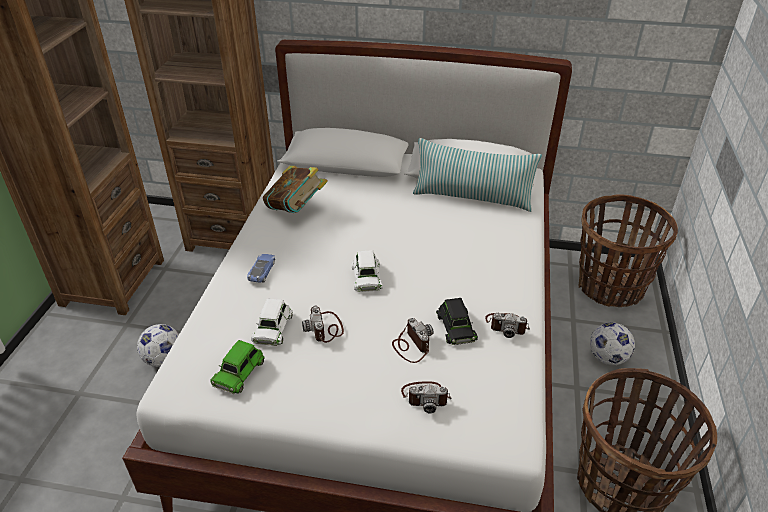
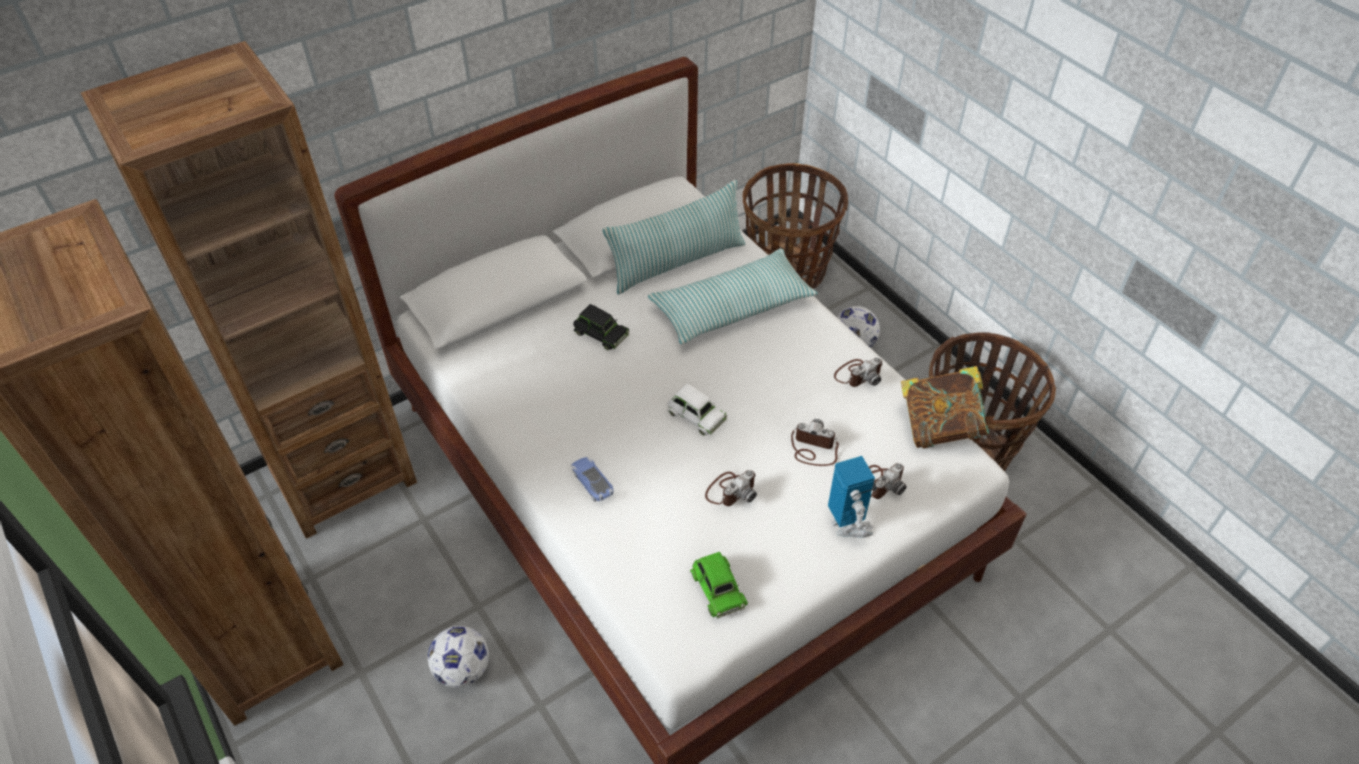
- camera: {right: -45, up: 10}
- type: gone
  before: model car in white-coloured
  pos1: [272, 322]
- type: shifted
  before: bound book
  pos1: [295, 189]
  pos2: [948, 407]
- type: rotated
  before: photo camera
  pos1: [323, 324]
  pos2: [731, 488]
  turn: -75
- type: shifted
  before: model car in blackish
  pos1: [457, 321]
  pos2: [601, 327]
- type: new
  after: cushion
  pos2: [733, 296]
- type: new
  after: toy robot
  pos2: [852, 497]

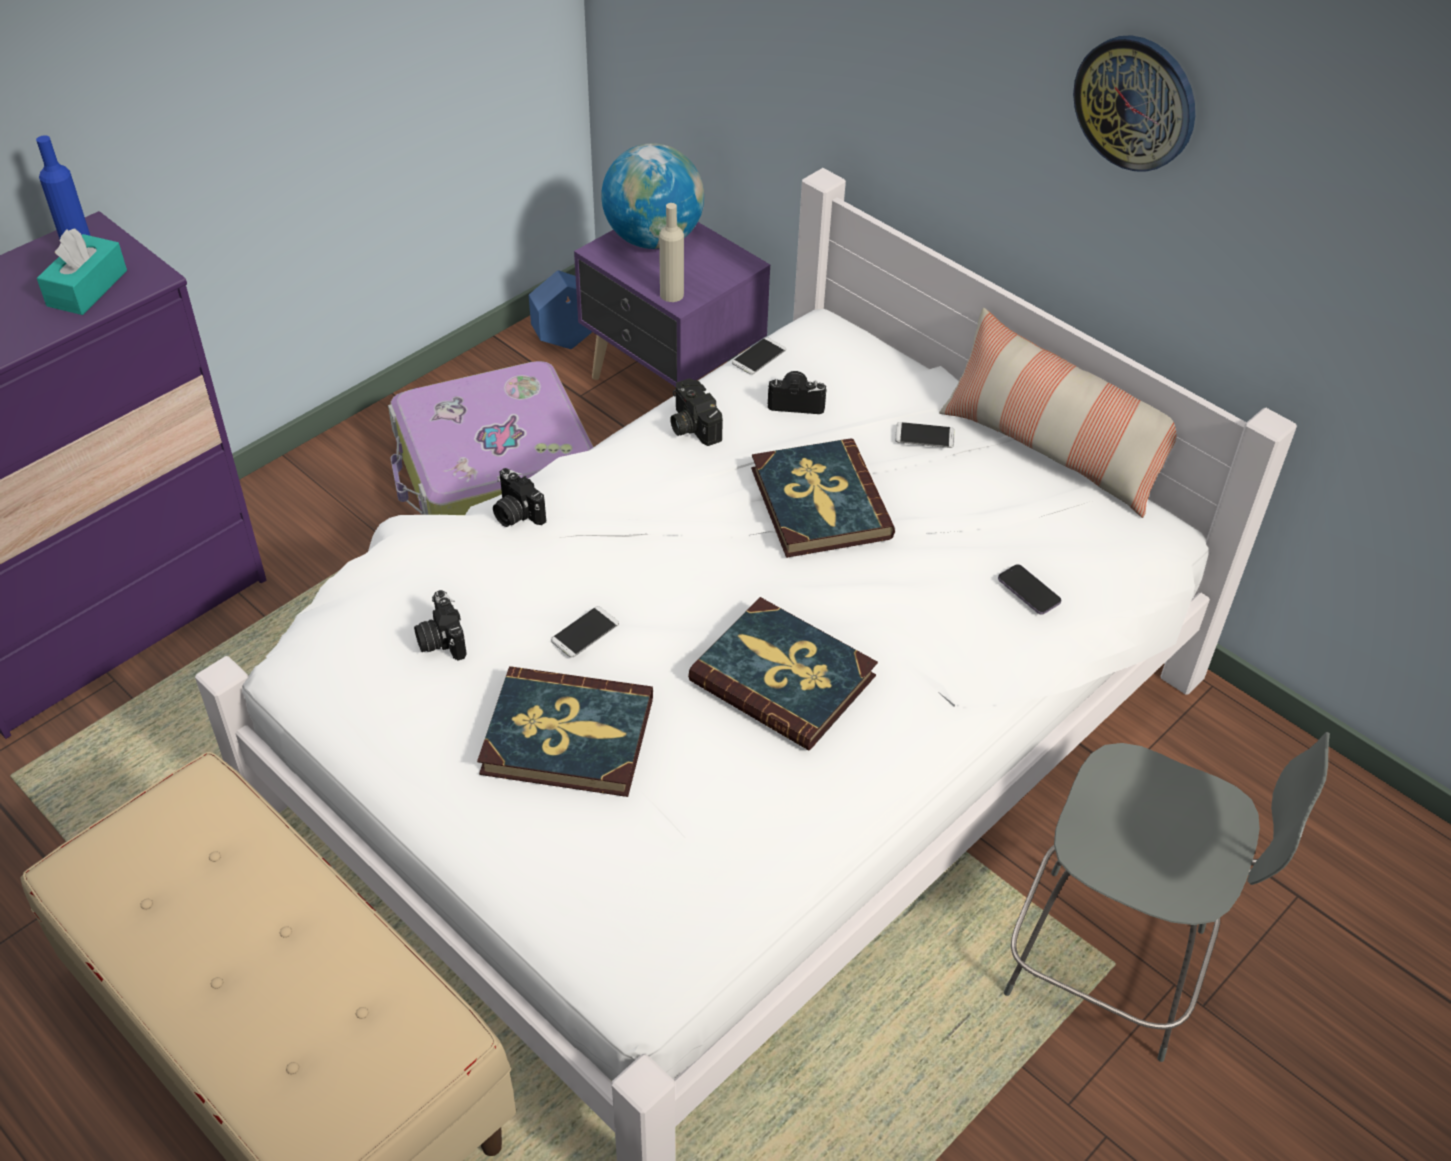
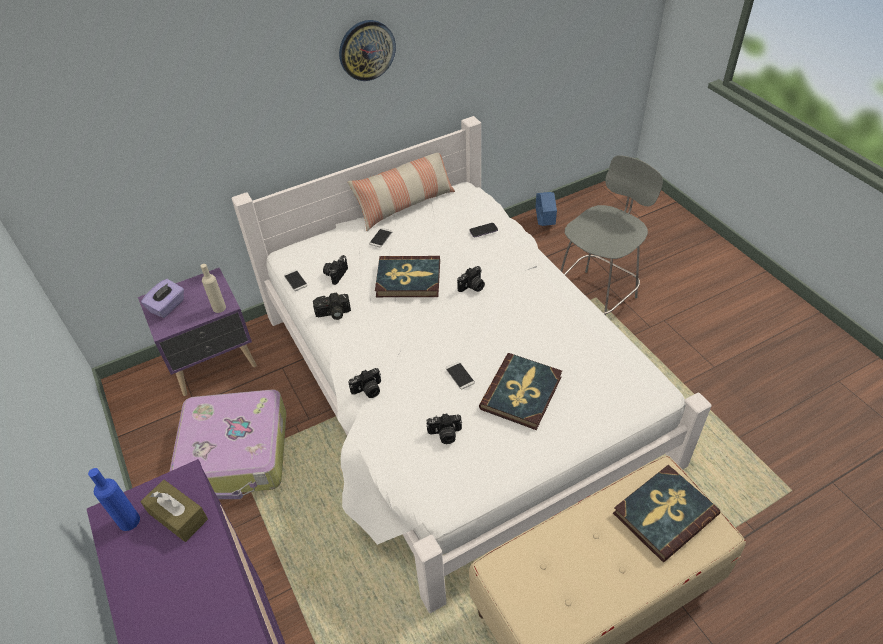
- camera: {right: -70, up: 0}
- type: repainted
  before: box of tissues in turquoise
  after: box of tissues in brown-coloured
  pos1: [82, 271]
  pos2: [174, 511]
- type: shifted
  before: plant pot in blue-coloured
  pos1: [560, 309]
  pos2: [546, 209]
- type: swapped
  before: globe
  after: box of tissues in purple
  pos1: [652, 196]
  pos2: [162, 298]
- type: shifted
  before: bound book
  pos1: [783, 674]
  pos2: [666, 513]
- type: new
  after: photo camera
  pos2: [471, 279]

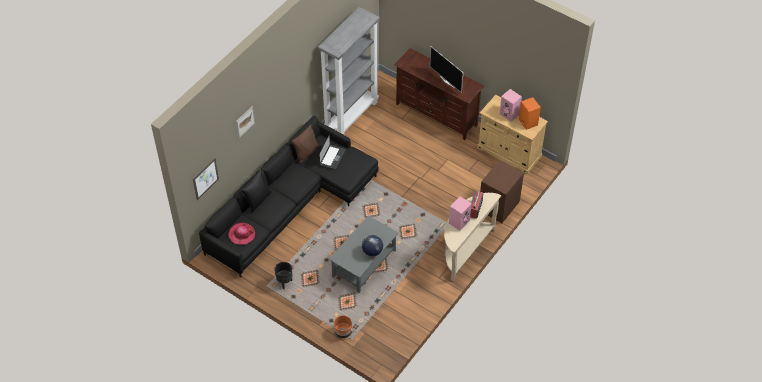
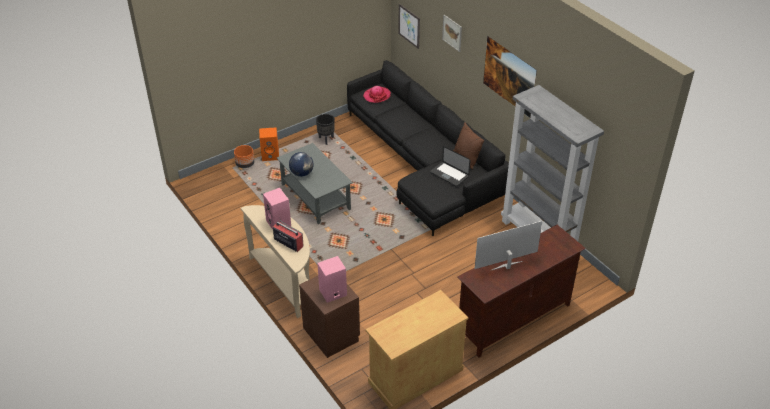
- camera: {right: 110, up: -10}
- type: gone
  before: cushion in blackish
  pos1: [256, 191]
- type: shifted
  before: speaker in pink-coloured
  pos1: [510, 105]
  pos2: [332, 279]
- type: shifted
  before: speaker in orange-coloured
  pos1: [530, 113]
  pos2: [269, 144]
- type: new
  after: wall art
  pos2: [510, 77]

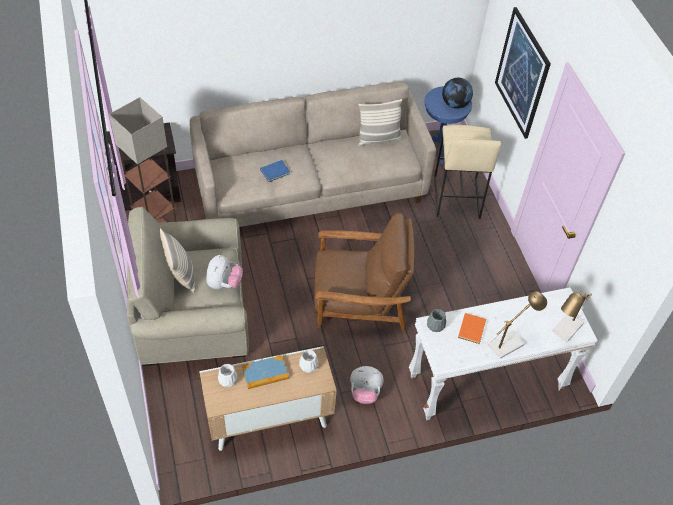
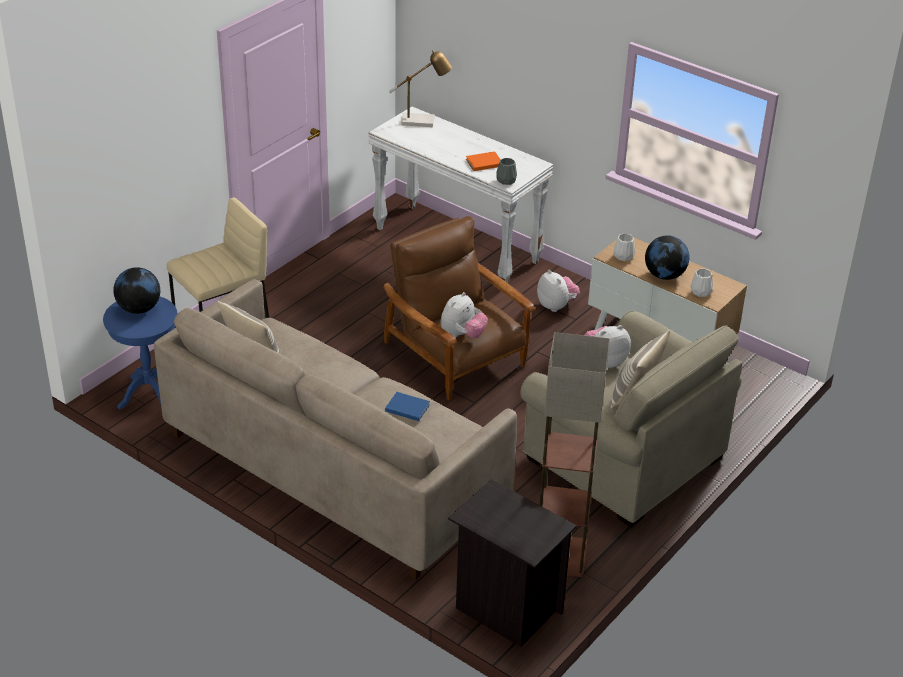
- camera: {right: -125, up: -15}
- type: swapped
  before: bound book
  after: globe
  pos1: [265, 372]
  pos2: [667, 257]
- type: gone
  before: tabletop lamp
  pos1: [518, 325]
- type: gone
  before: wall art
  pos1: [523, 73]
- type: new
  after: soft toy
  pos2: [464, 315]

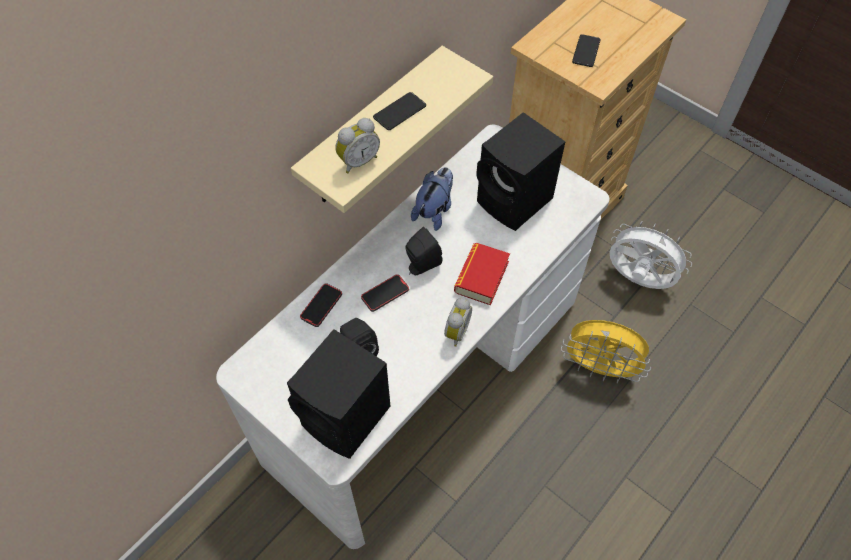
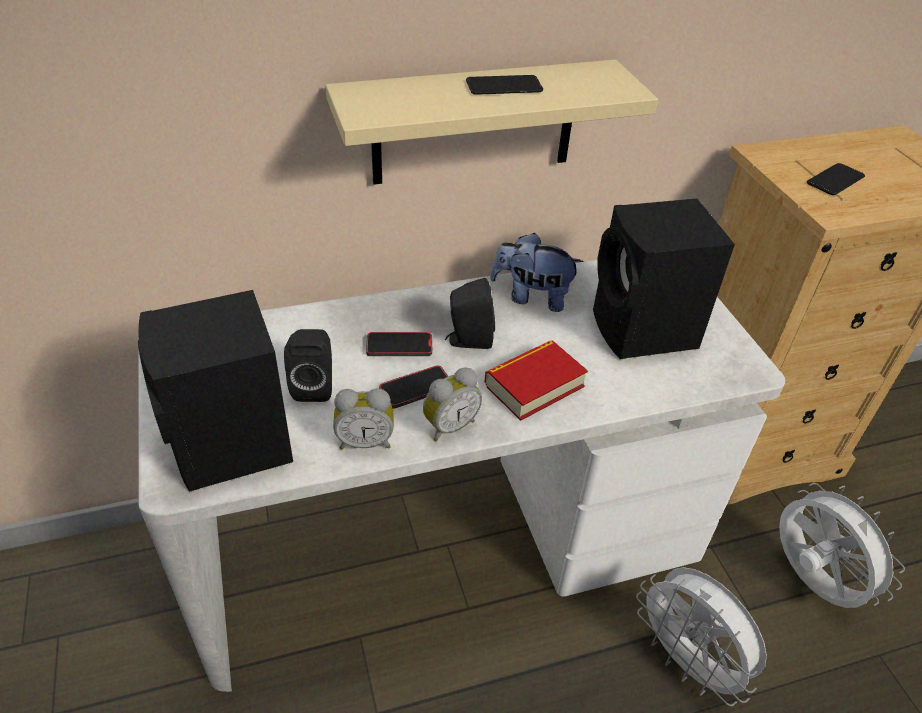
- camera: {right: 30, up: -15}
- type: shifted
  before: handset
  pos1: [321, 305]
  pos2: [413, 387]
- type: shifted
  before: bedside clock
  pos1: [357, 146]
  pos2: [363, 419]
- type: rotated
  before: soft toy
  pos1: [432, 199]
  pos2: [536, 272]
  turn: -135
- type: repainted
  before: electric fan in yellow
  after: electric fan in white-coloured
  pos1: [606, 352]
  pos2: [701, 636]

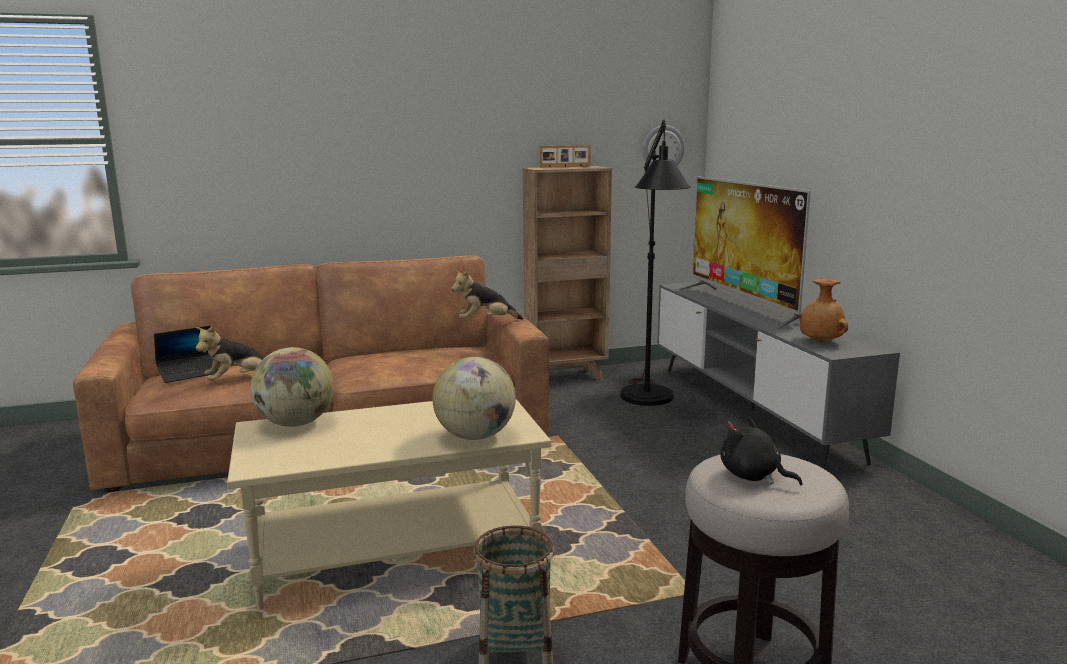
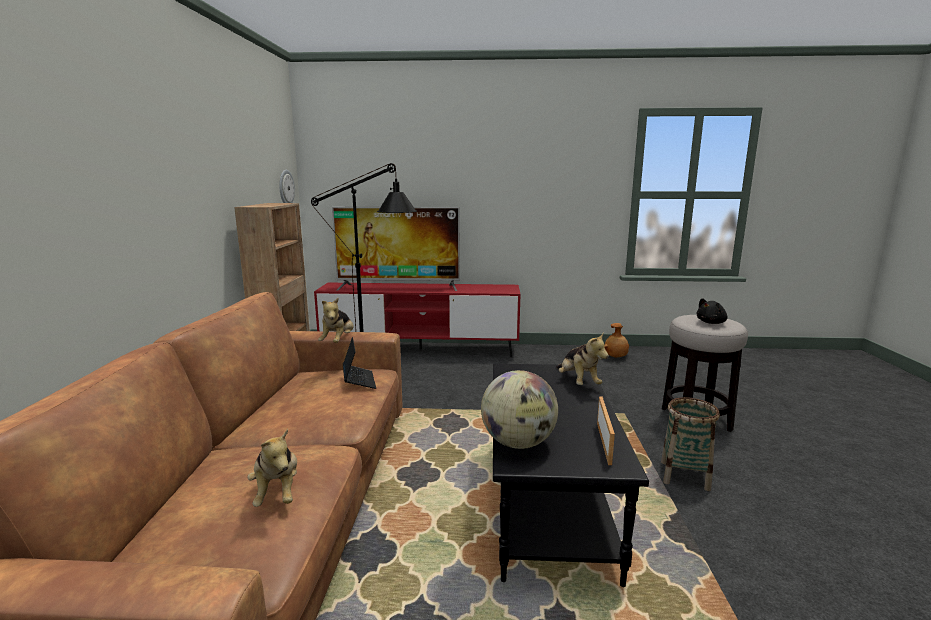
- camera: {right: -70, up: 0}
- type: shifted
  before: notebook computer
  pos1: [186, 354]
  pos2: [359, 363]
- type: repainted
  before: coffee table in beige
  after: coffee table in blackish
  pos1: [389, 504]
  pos2: [571, 475]
- type: swapped
  before: globe
  after: soft toy
  pos1: [474, 398]
  pos2: [582, 358]
- type: shifted
  before: standing frame
  pos1: [565, 156]
  pos2: [606, 430]
- type: repainted
  before: media console in greyish
  after: media console in red
  pos1: [778, 375]
  pos2: [417, 320]
- type: shifted
  before: vase in brown-coloured
  pos1: [823, 310]
  pos2: [616, 340]

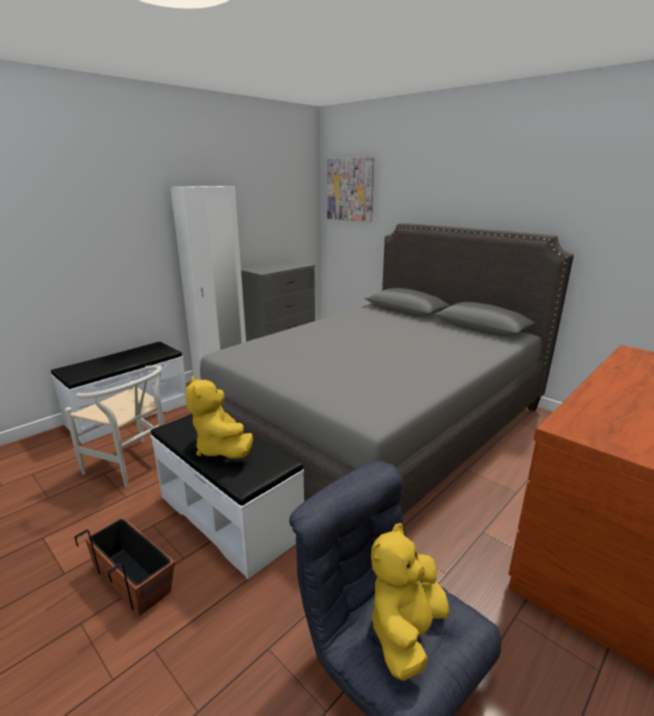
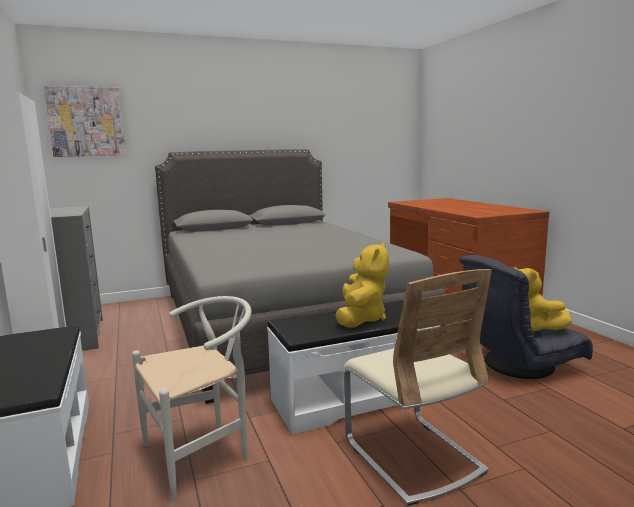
- camera: {right: -65, up: -10}
- type: swapped
  before: plant pot
  after: chair in beige
  pos1: [125, 566]
  pos2: [418, 387]
- type: rotated
  before: soft toy in yellow
  pos1: [219, 417]
  pos2: [362, 285]
  turn: -75

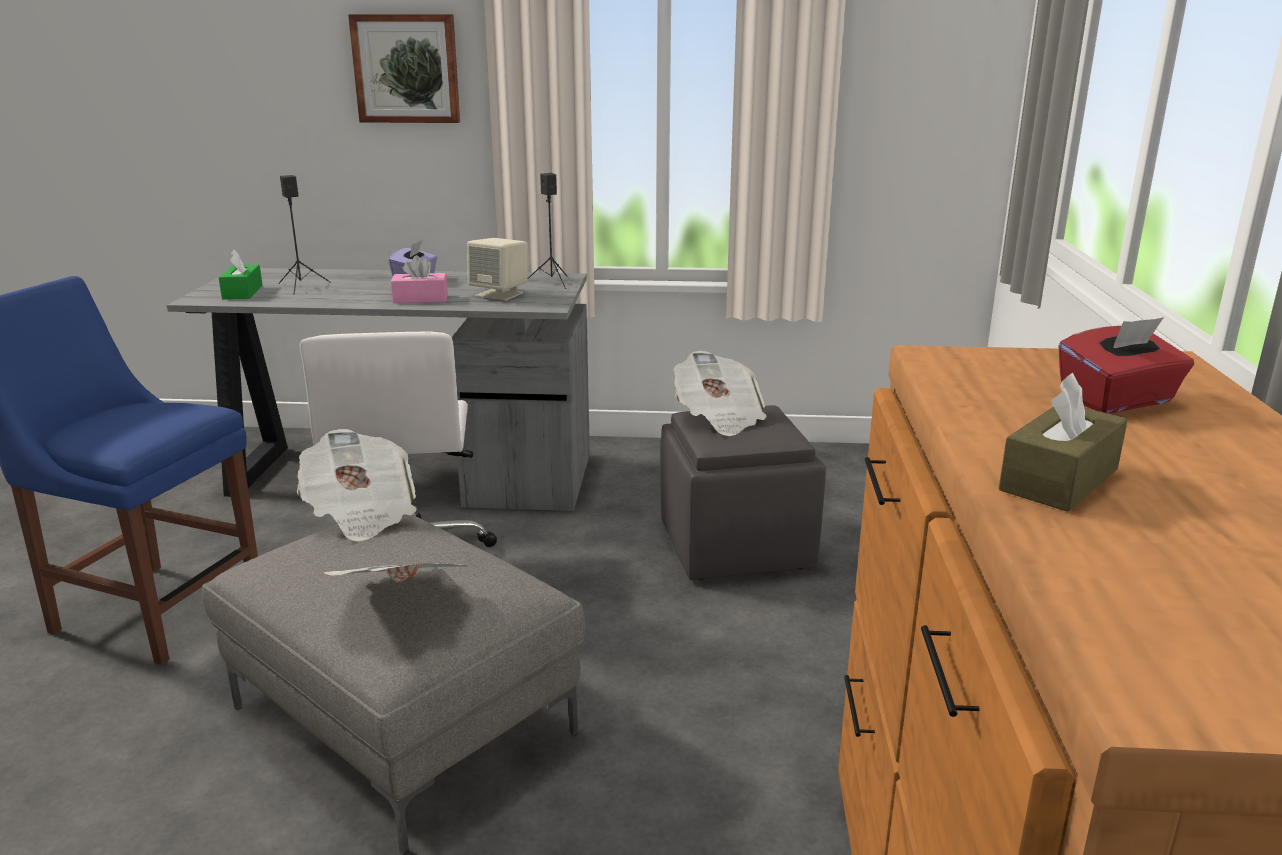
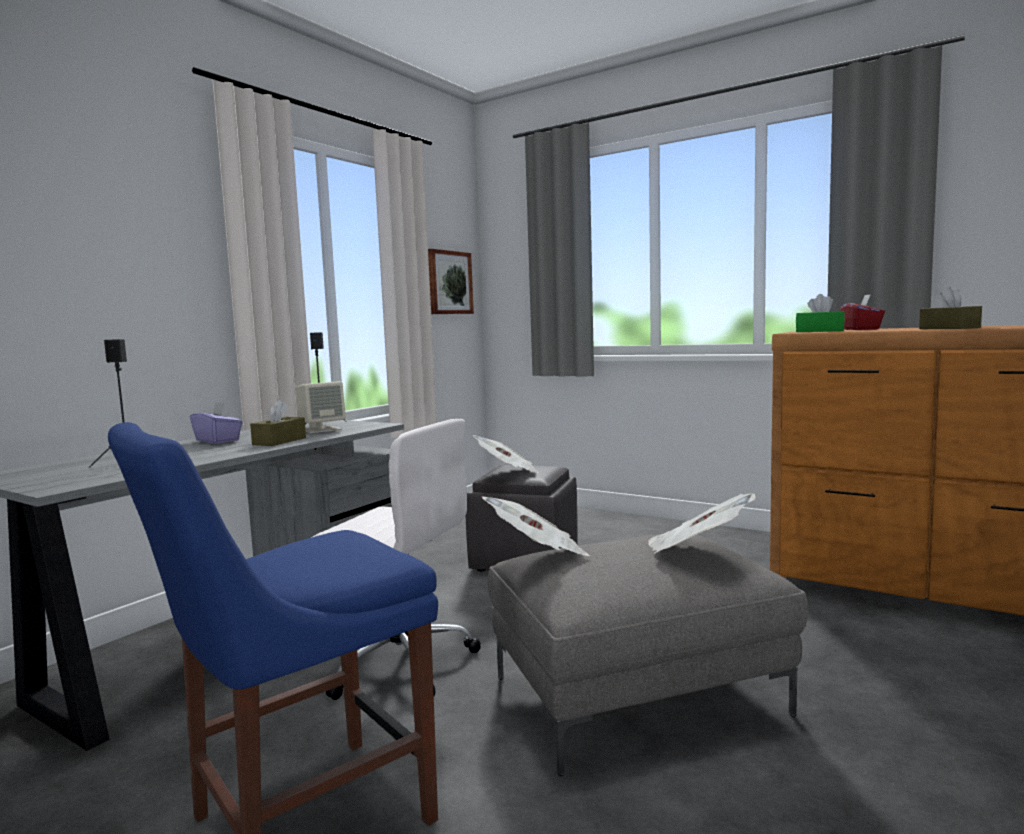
- camera: {right: -60, up: -15}
- type: shifted
  before: box of tissues in greenish
  pos1: [241, 274]
  pos2: [820, 313]
- type: shifted
  before: wall art
  pos1: [404, 68]
  pos2: [451, 281]
- type: repainted
  before: box of tissues in pink-coloured
  after: box of tissues in brown-coloured
  pos1: [419, 279]
  pos2: [278, 423]

